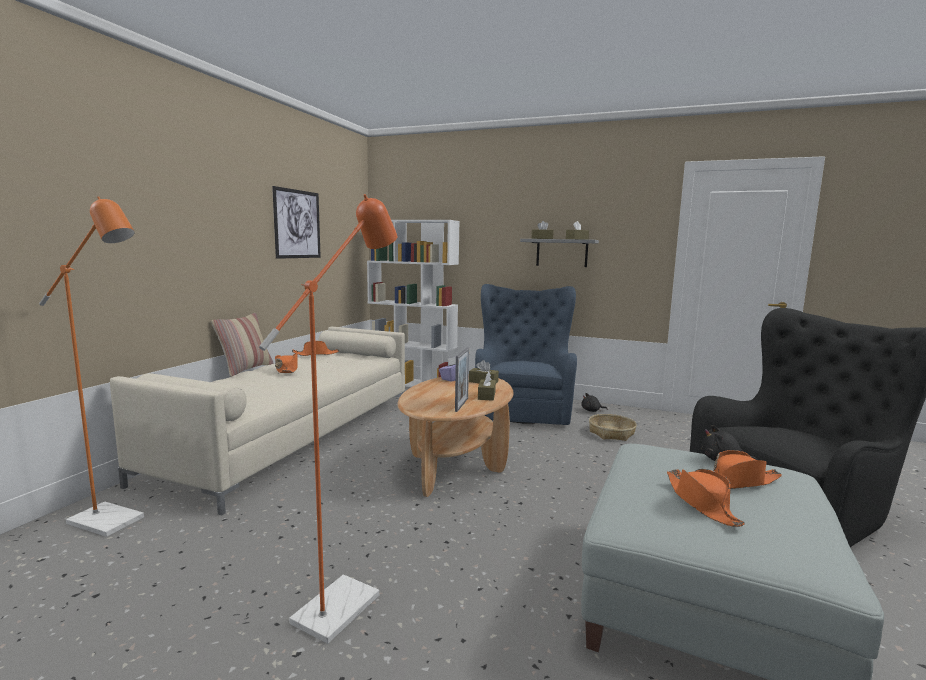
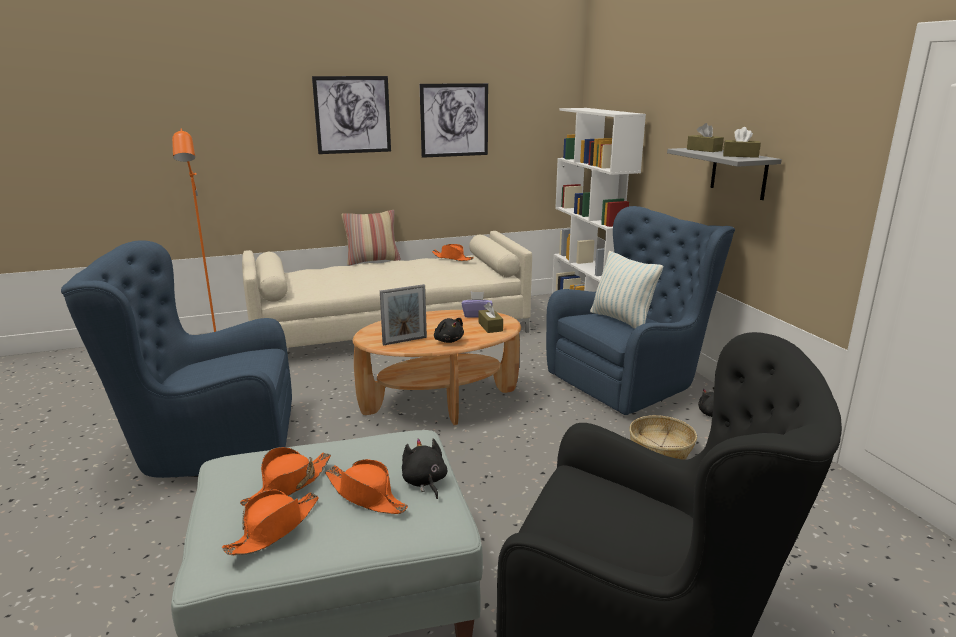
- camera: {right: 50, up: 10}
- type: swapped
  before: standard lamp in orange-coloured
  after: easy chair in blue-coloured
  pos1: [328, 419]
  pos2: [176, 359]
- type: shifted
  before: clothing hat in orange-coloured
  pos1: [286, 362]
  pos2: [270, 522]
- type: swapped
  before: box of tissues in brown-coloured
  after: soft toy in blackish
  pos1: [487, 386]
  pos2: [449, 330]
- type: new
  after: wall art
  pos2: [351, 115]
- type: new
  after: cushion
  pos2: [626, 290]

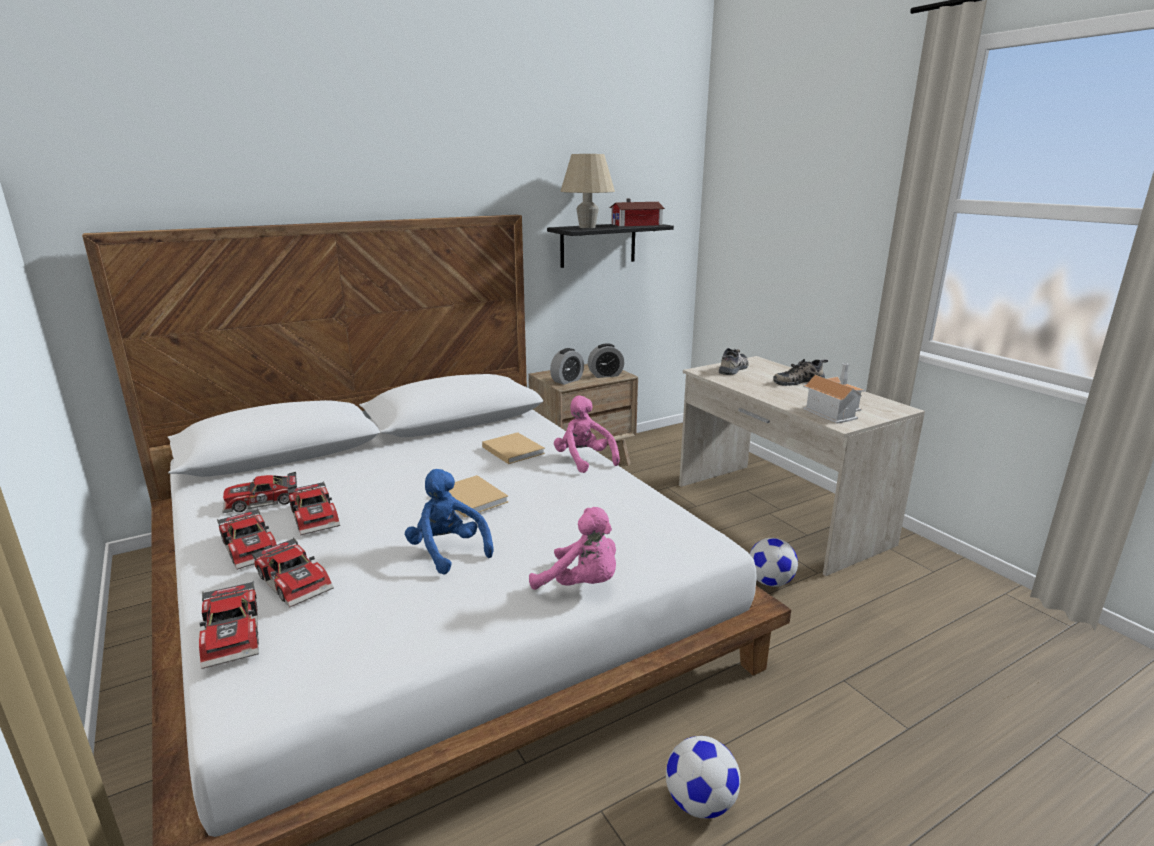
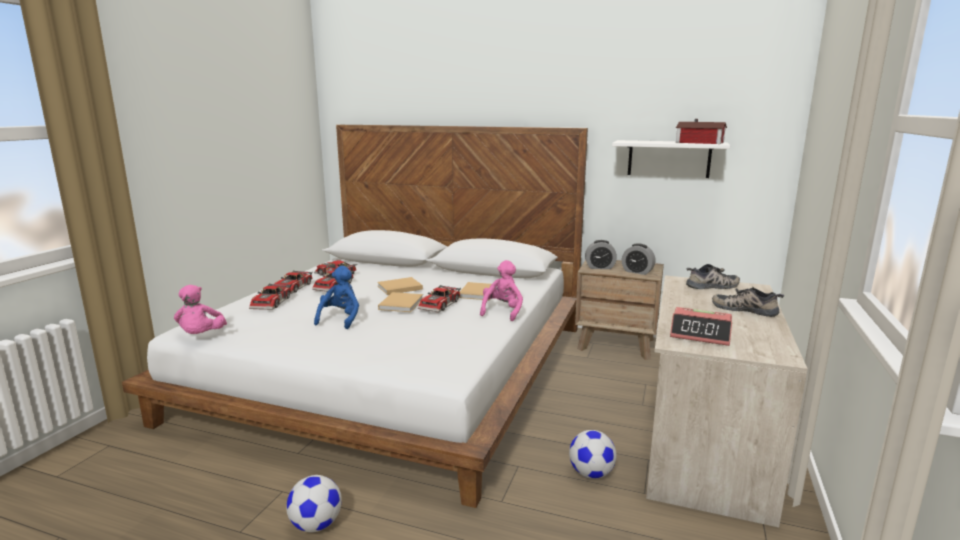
- camera: {right: 50, up: -5}
- type: shifted
  before: model car
  pos1: [229, 625]
  pos2: [439, 299]
- type: shifted
  before: soft toy in pink-coloured
  pos1: [572, 548]
  pos2: [200, 309]
- type: repainted
  before: wall shelf in blackish
  after: wall shelf in white-coloured
  pos1: [610, 246]
  pos2: [671, 159]
- type: gone
  before: tabletop lamp in beige
  pos1: [587, 191]
- type: swapped
  before: toy house
  after: bedside clock
  pos1: [834, 393]
  pos2: [701, 326]
- type: new
  after: bound book in beige
  pos2: [400, 286]

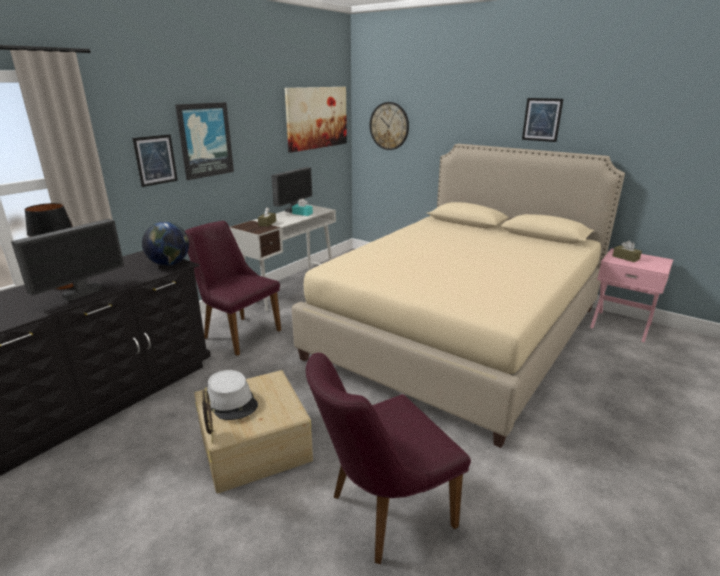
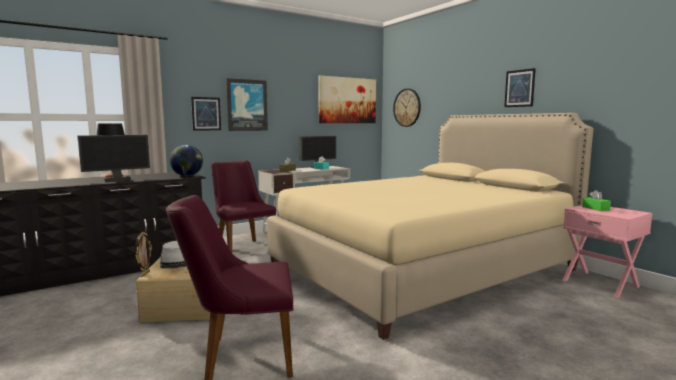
- camera: {right: 20, up: -15}
- type: repainted
  before: box of tissues in brown-coloured
  after: box of tissues in greenish
  pos1: [627, 251]
  pos2: [596, 200]

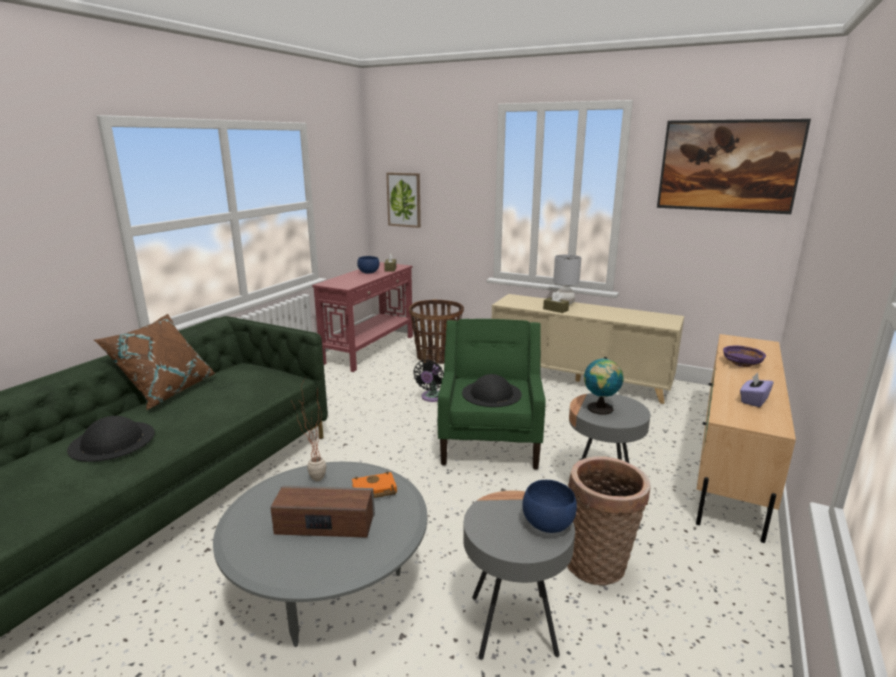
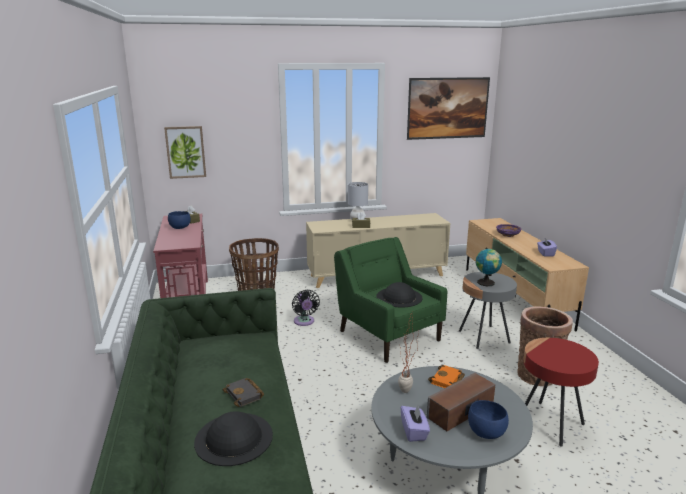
- camera: {right: -40, up: 0}
- type: gone
  before: cushion in brown-coloured
  pos1: [154, 362]
- type: repainted
  before: accent table in greyish
  after: accent table in red
  pos1: [519, 575]
  pos2: [561, 392]
- type: shifted
  before: deep dish in blue-coloured
  pos1: [549, 506]
  pos2: [488, 419]
- type: new
  after: bound book in blackish
  pos2: [243, 392]
- type: new
  after: box of tissues in purple
  pos2: [415, 423]

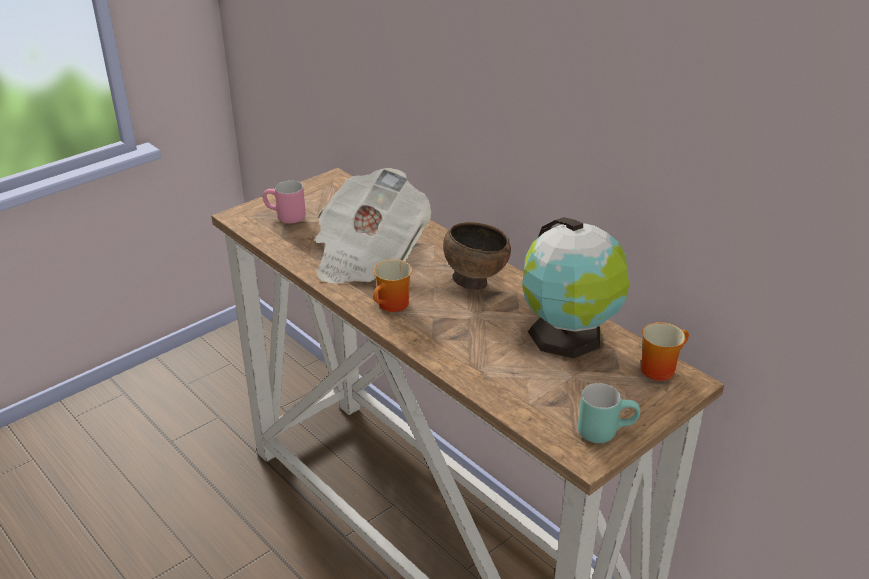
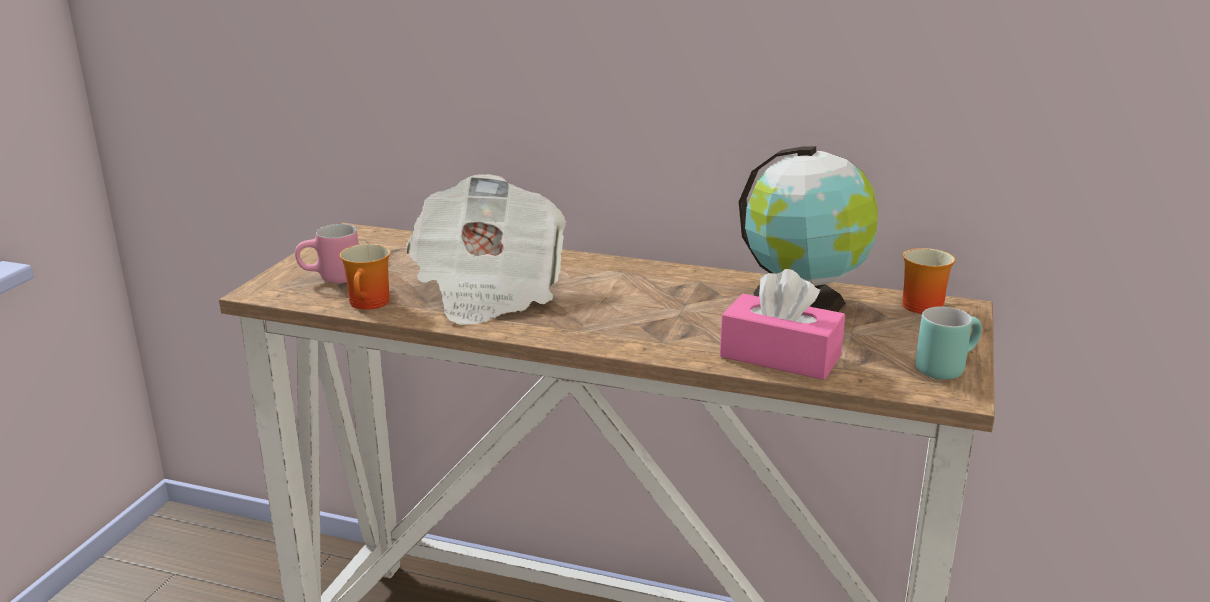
- camera: {right: -30, up: -10}
- type: shifted
  before: mug
  pos1: [392, 285]
  pos2: [365, 277]
- type: gone
  before: deep dish in brown-coloured
  pos1: [477, 256]
- type: new
  after: box of tissues in pink-coloured
  pos2: [782, 324]

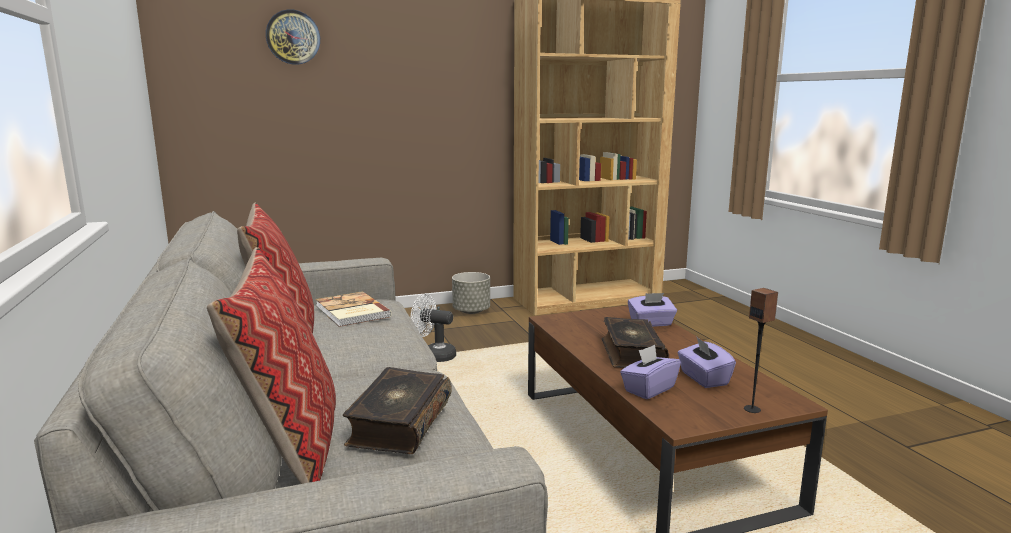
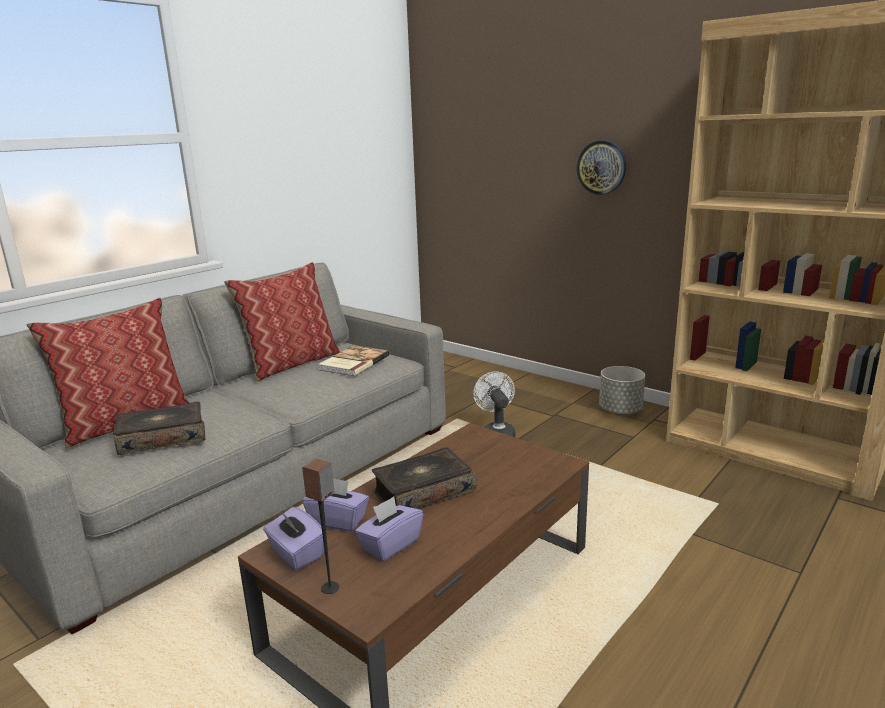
- camera: {right: 60, up: 5}
- type: shifted
  before: wall clock
  pos1: [293, 37]
  pos2: [601, 167]
- type: shifted
  before: box of tissues in purple
  pos1: [652, 310]
  pos2: [293, 538]

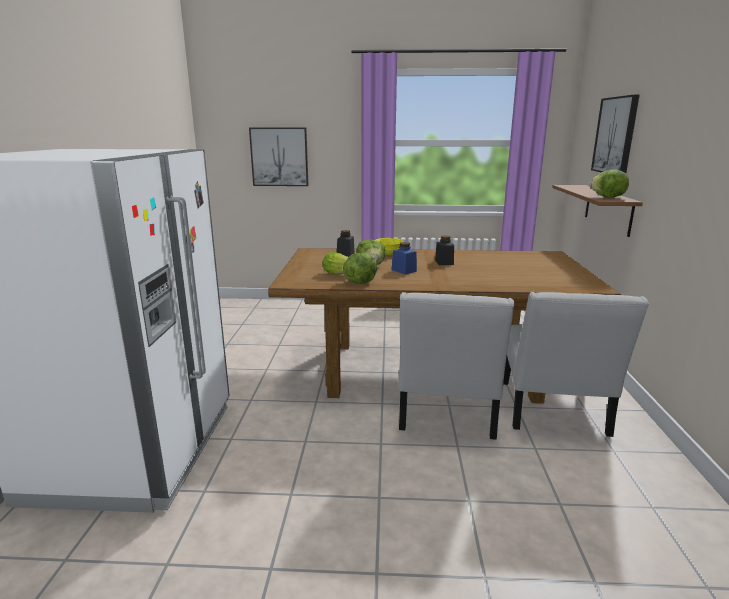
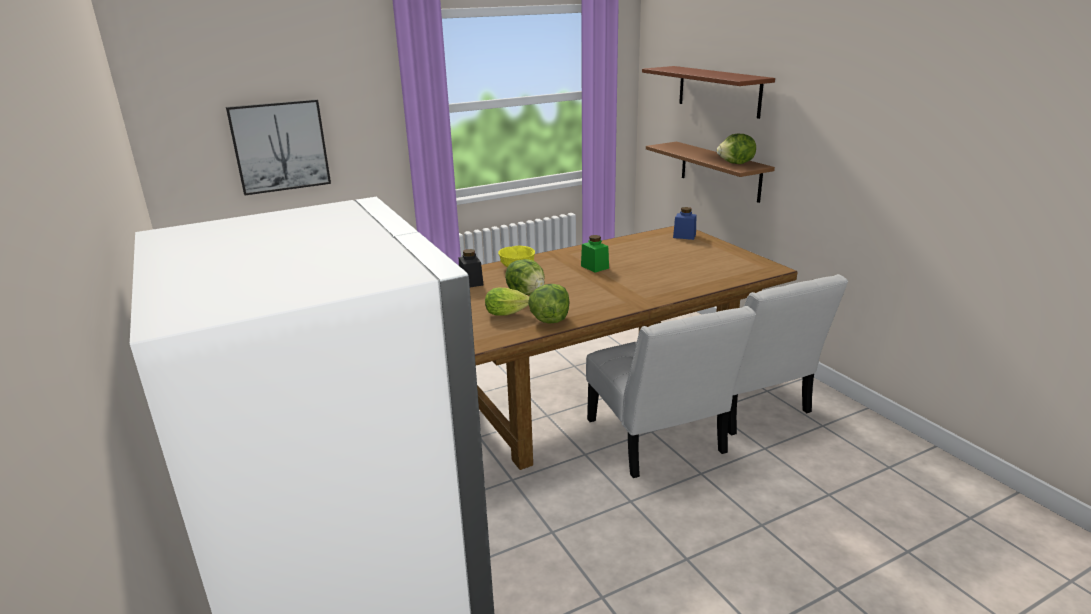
- camera: {right: -30, up: 5}
- type: shifted
  before: preserve jar in blue-coloured
  pos1: [404, 258]
  pos2: [684, 223]
- type: repainted
  before: preserve jar in blackish
  after: preserve jar in greenish
  pos1: [444, 250]
  pos2: [595, 254]
- type: swapped
  before: wall art
  after: wall shelf in brown-coloured
  pos1: [615, 134]
  pos2: [708, 92]

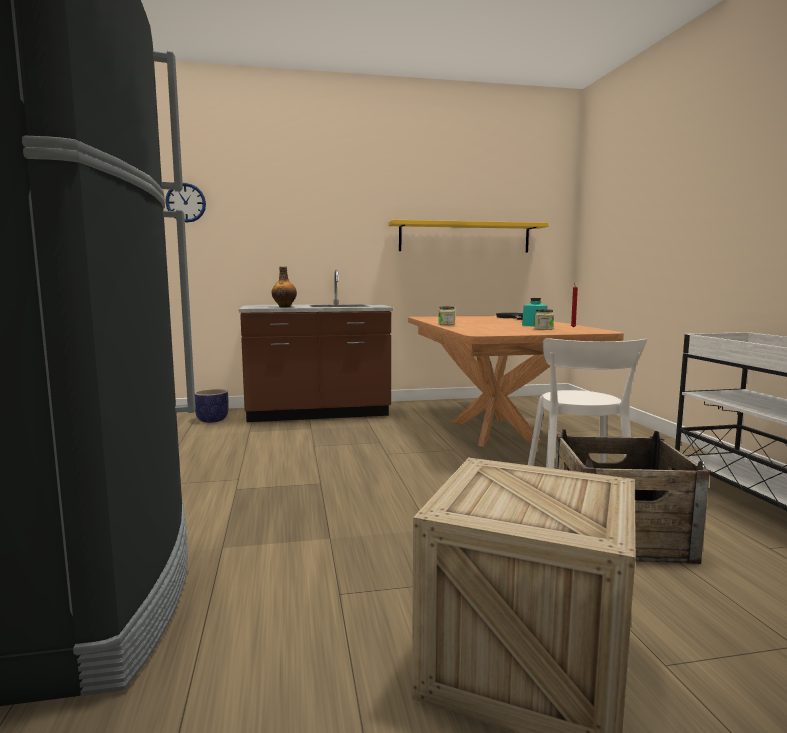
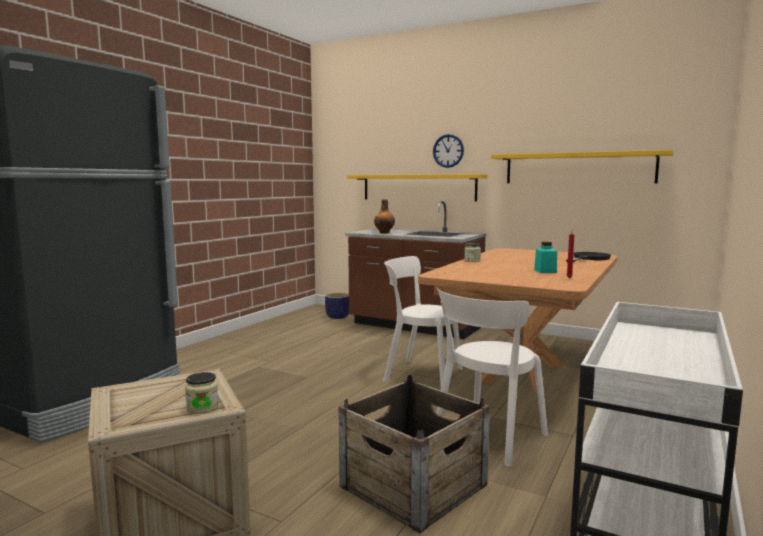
- camera: {right: 40, up: 0}
- type: shifted
  before: wall clock
  pos1: [185, 203]
  pos2: [448, 151]
- type: shifted
  before: preserve jar
  pos1: [544, 319]
  pos2: [202, 393]
- type: new
  after: wall shelf in yellow
  pos2: [417, 188]
- type: new
  after: chair in white-coloured
  pos2: [423, 321]

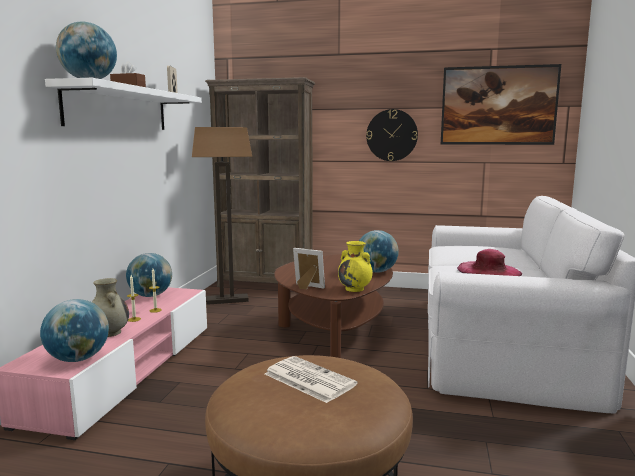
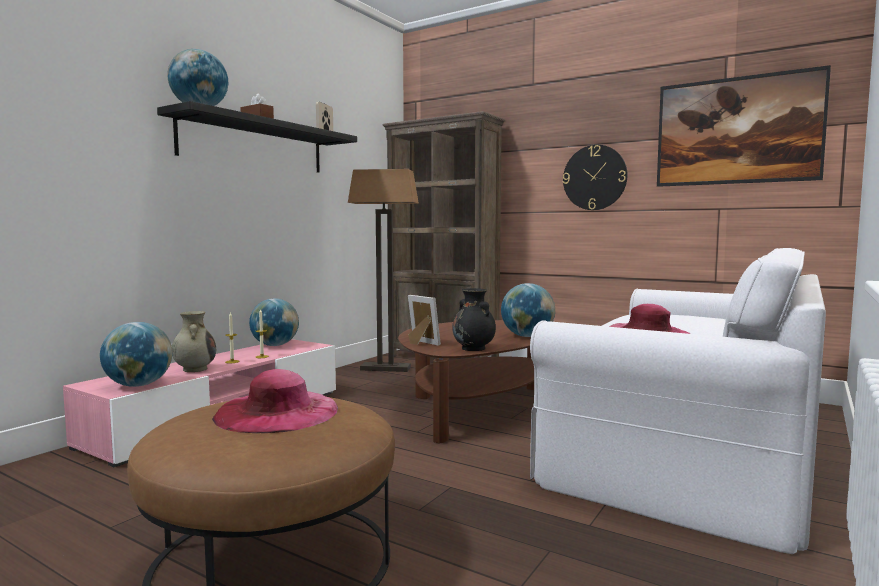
- camera: {right: 20, up: -5}
- type: repainted
  before: wall shelf in white-coloured
  after: wall shelf in blackish
  pos1: [123, 104]
  pos2: [257, 137]
- type: swapped
  before: printed paper
  after: clothing hat in pink-coloured
  pos1: [311, 379]
  pos2: [275, 401]
- type: repainted
  before: vase in yellow
  after: vase in blackish
  pos1: [355, 266]
  pos2: [474, 319]

